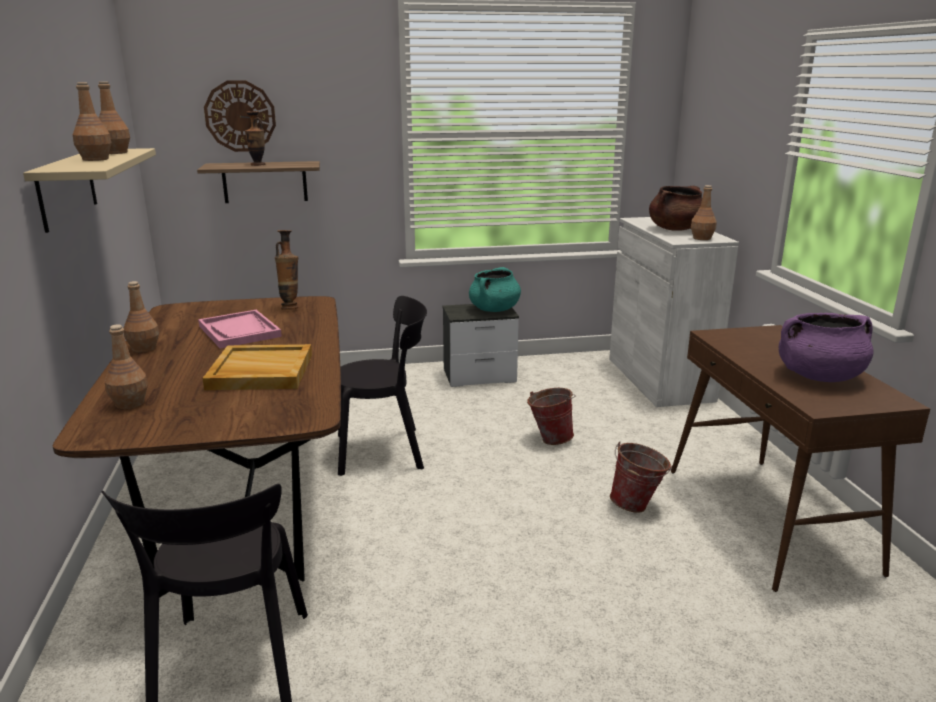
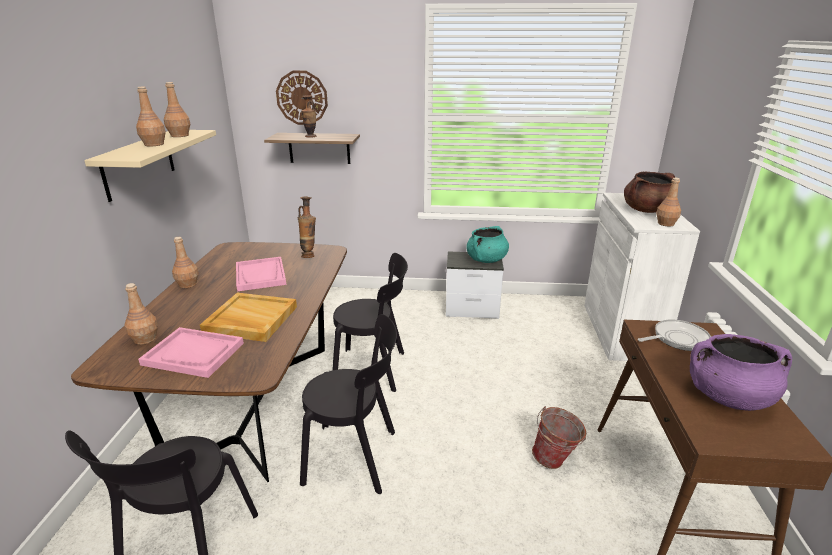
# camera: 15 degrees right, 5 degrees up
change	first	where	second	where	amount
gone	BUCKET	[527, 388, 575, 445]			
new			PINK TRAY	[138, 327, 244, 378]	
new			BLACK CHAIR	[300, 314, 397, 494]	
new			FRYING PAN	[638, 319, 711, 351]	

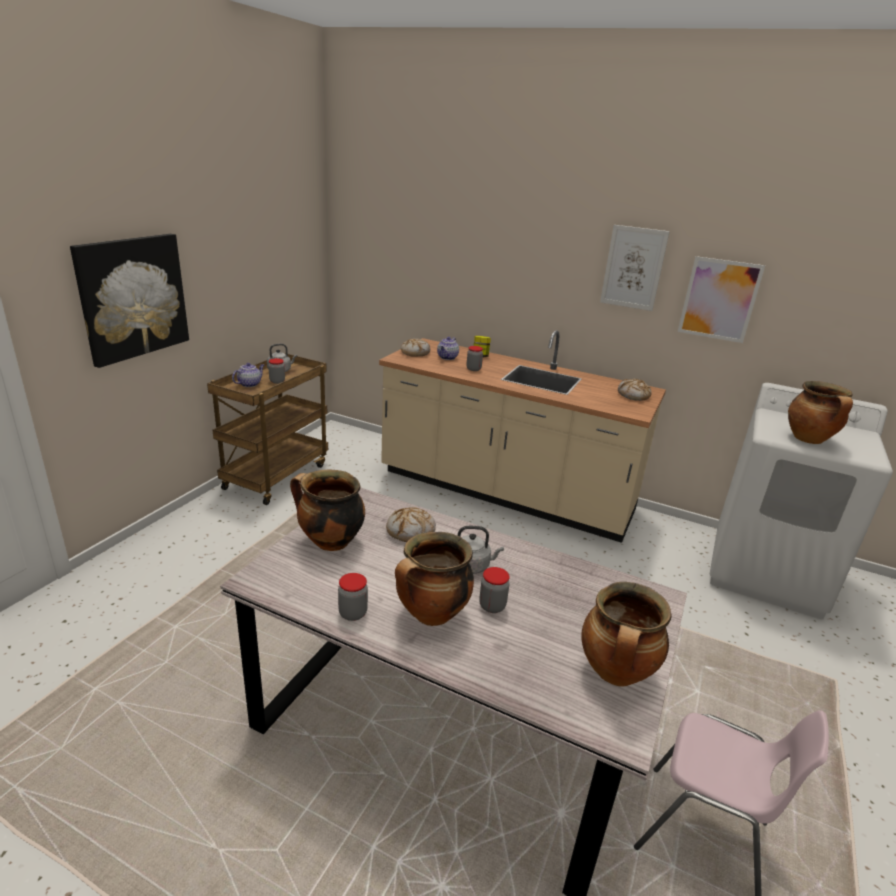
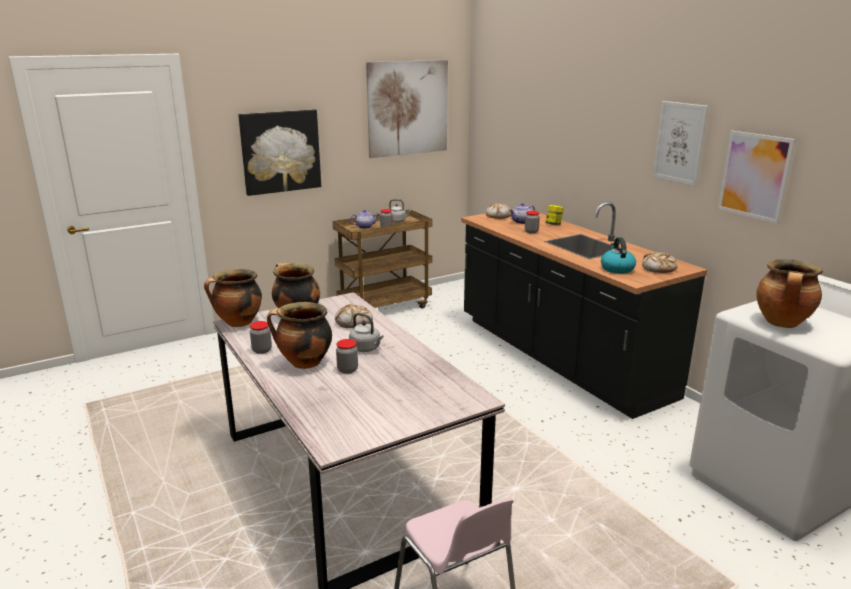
# camera: 35 degrees right, 5 degrees down
change	first	where	second	where	amount
new			PICTURE	[366, 60, 448, 158]	
new			KETTLE	[601, 237, 636, 274]	
shifted	COOKING POT	[581, 582, 671, 687]		[204, 269, 262, 327]	
repainted	BEIGE COUNTER	[379, 330, 666, 543]	BLACK COUNTER	[461, 202, 707, 419]	

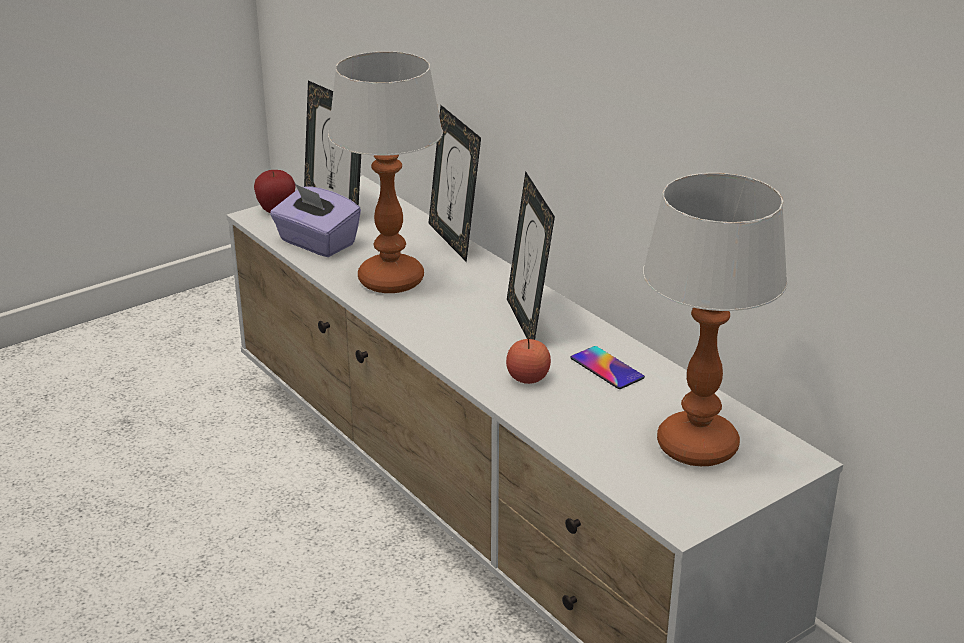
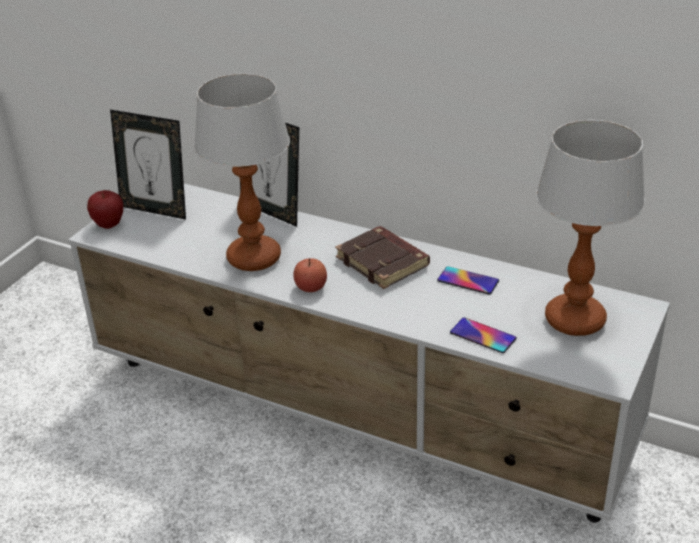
# camera: 25 degrees left, 5 degrees up
change	first	where	second	where	amount
gone	PURPLE TISSUE BOX	[270, 184, 361, 257]			
new			PHONE	[450, 317, 517, 353]	
shifted	APPLE	[506, 337, 551, 384]		[293, 258, 327, 292]	
swapped	PICTURE FRAME	[507, 171, 555, 340]	BROWN BOOK	[335, 226, 430, 289]	

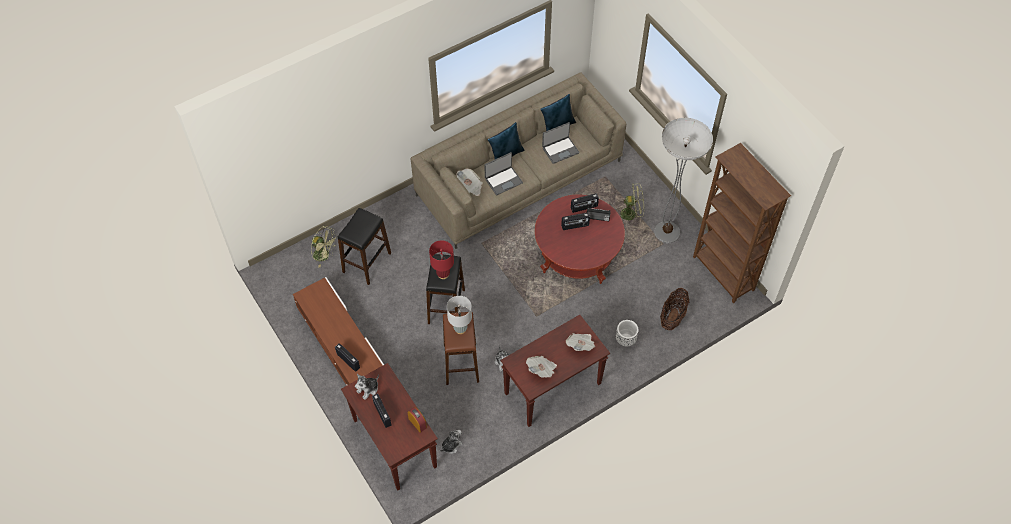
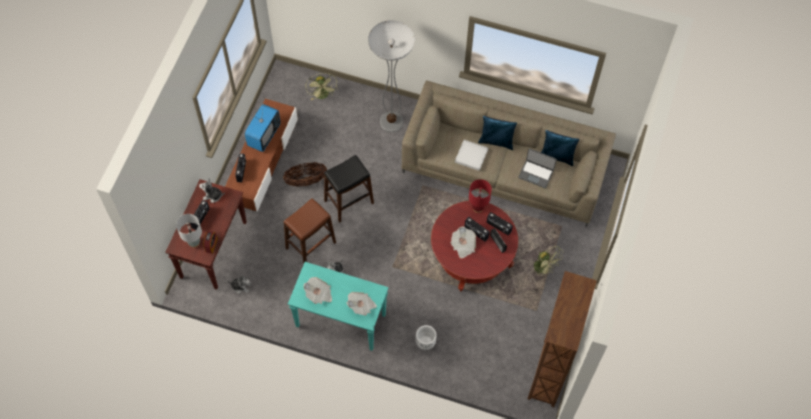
# camera: 50 degrees right, 5 degrees up
change	first	where	second	where	amount
gone	BLACK STOOL	[338, 208, 391, 285]			
new			TELEVISION	[245, 104, 281, 152]	
shifted	RED TABLE LAMP	[429, 240, 454, 279]		[469, 179, 492, 213]	
shifted	GREY TABLE LAMP	[447, 296, 472, 334]		[176, 214, 202, 247]	
shifted	NEWSPAPER	[456, 169, 483, 196]		[451, 226, 476, 259]	
shifted	FLOOR LAMP	[654, 118, 713, 243]		[368, 20, 415, 132]	
shifted	BASKET	[660, 288, 689, 330]		[283, 162, 327, 187]	
swapped	LAPTOP	[484, 152, 523, 195]	WHITE TRAY	[455, 140, 488, 171]	
repainted	BROWN CONSOLE TABLE	[501, 315, 610, 427]	TURQUOISE CONSOLE TABLE	[288, 262, 389, 351]	

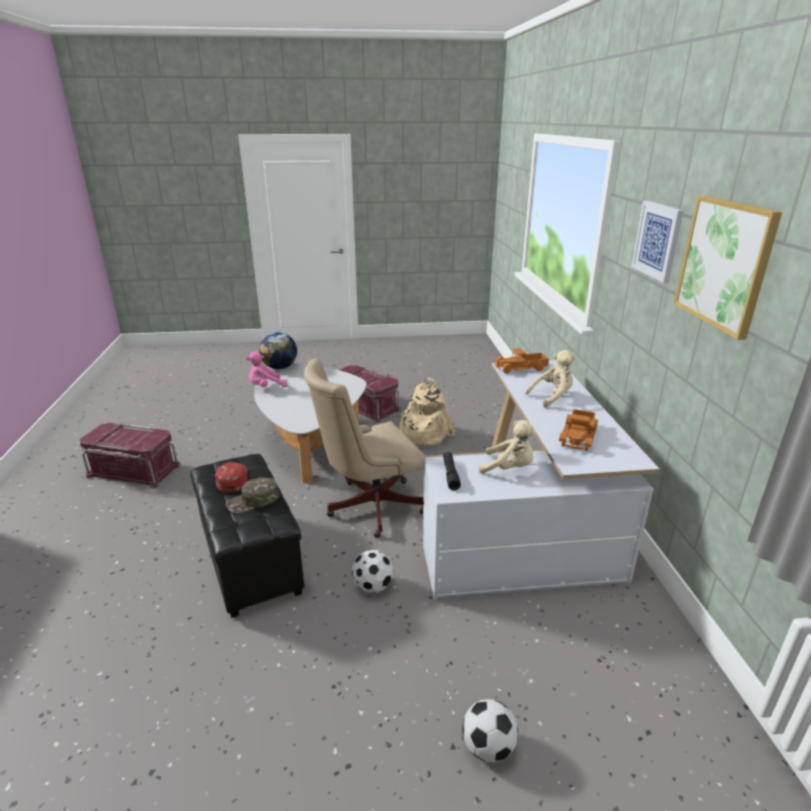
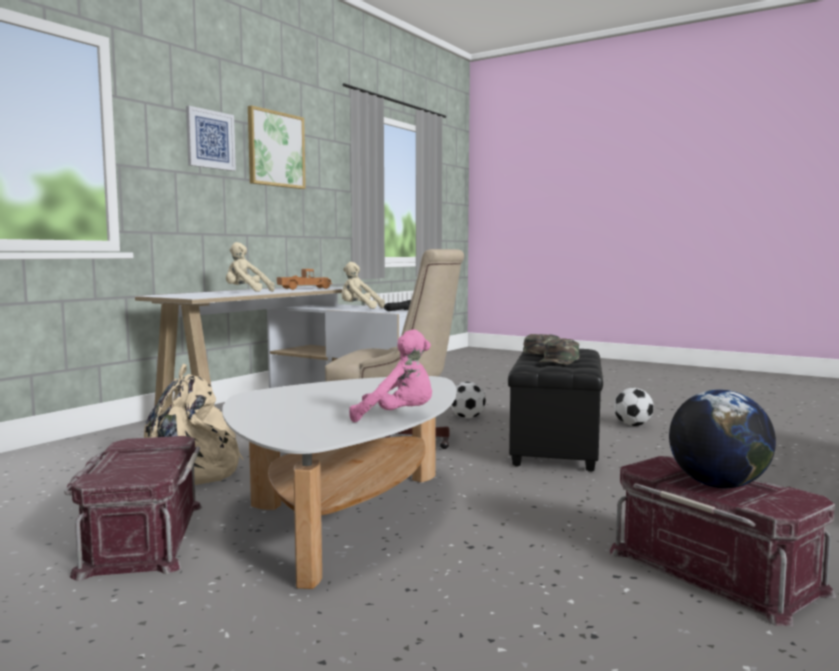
# camera: 140 degrees left, 20 degrees down
change	first	where	second	where	amount
gone	TOY TRUCK	[495, 348, 549, 374]			
shifted	GLOBE	[259, 332, 297, 370]		[669, 390, 776, 488]	
shifted	FOOTBALL	[462, 699, 518, 762]		[614, 388, 654, 426]	
repainted	RED CAP	[215, 462, 248, 493]	GREEN CAP	[539, 338, 580, 365]	
rotated	BEIGE PLUSH TOY	[479, 420, 536, 474]		[342, 262, 385, 309]	45 degrees counterclockwise

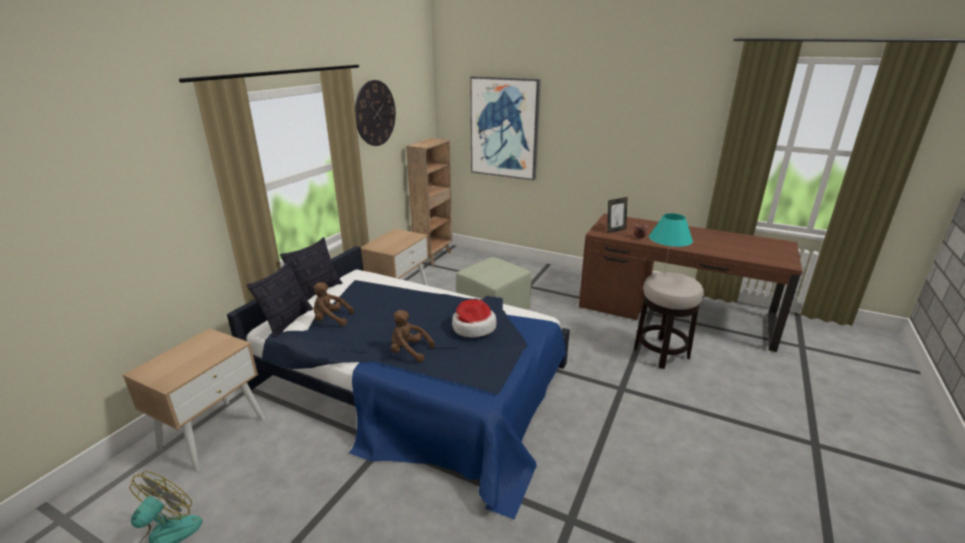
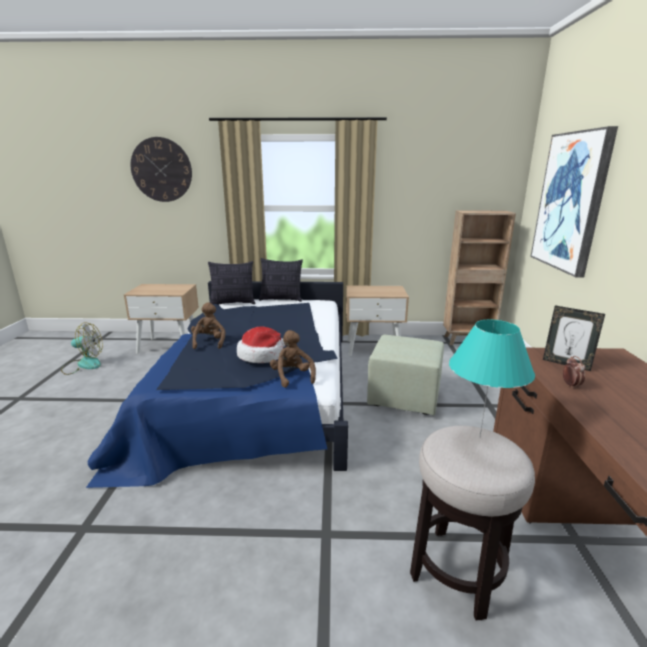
# camera: 65 degrees right, 5 degrees down
change	first	where	second	where	amount
shifted	BROWN PLUSH TOY	[312, 282, 354, 326]		[270, 330, 316, 388]	
shifted	WALL CLOCK	[355, 80, 396, 146]		[131, 137, 192, 202]	

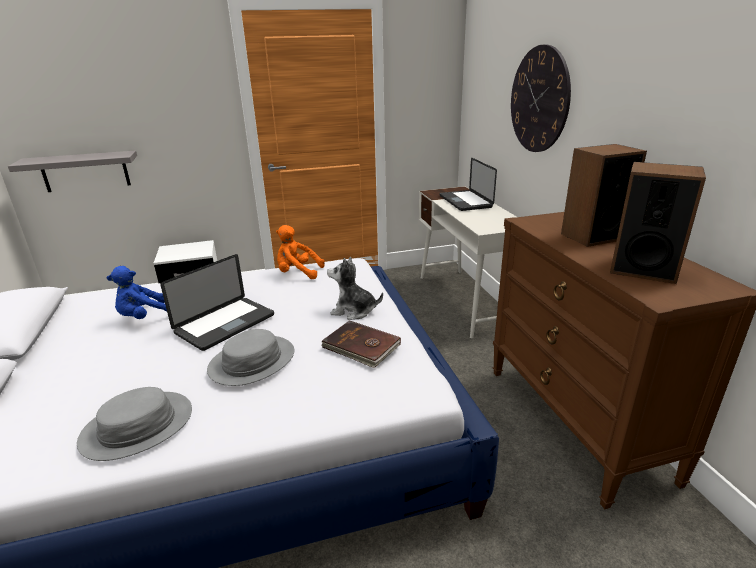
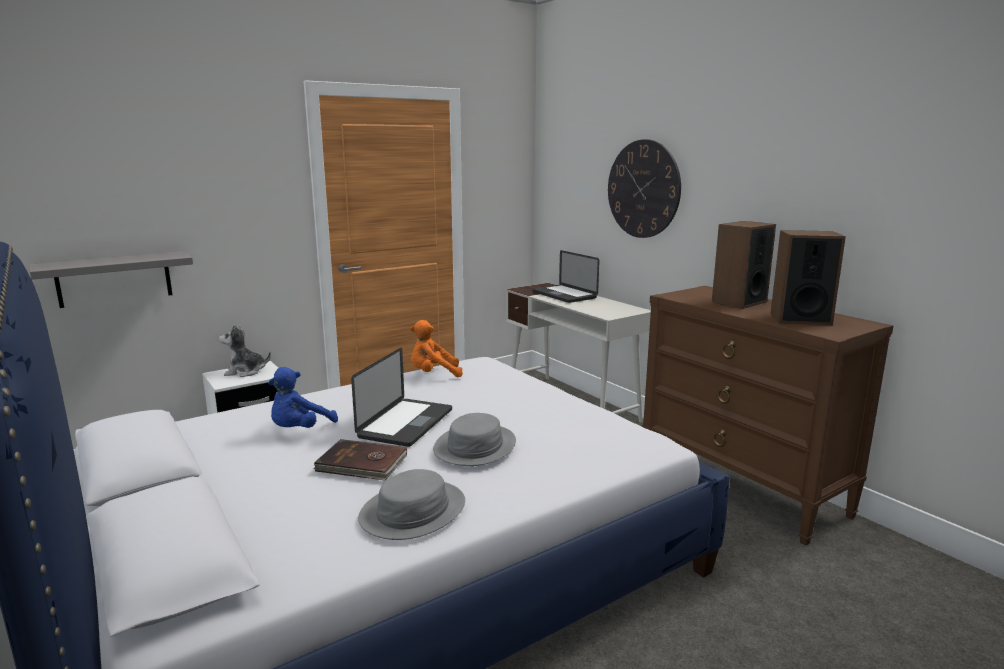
# camera: 20 degrees left, 10 degrees down
change	first	where	second	where	amount
shifted	BROWN BOOK	[321, 320, 401, 368]		[313, 439, 407, 481]	
shifted	PLUSH TOY	[327, 257, 383, 320]		[219, 325, 271, 377]	

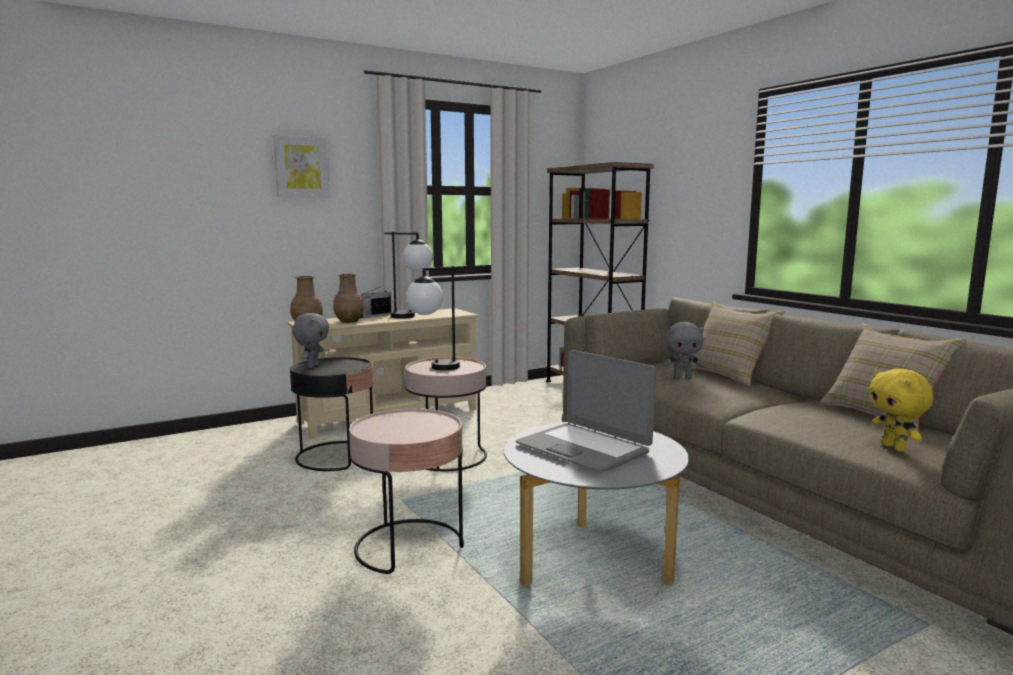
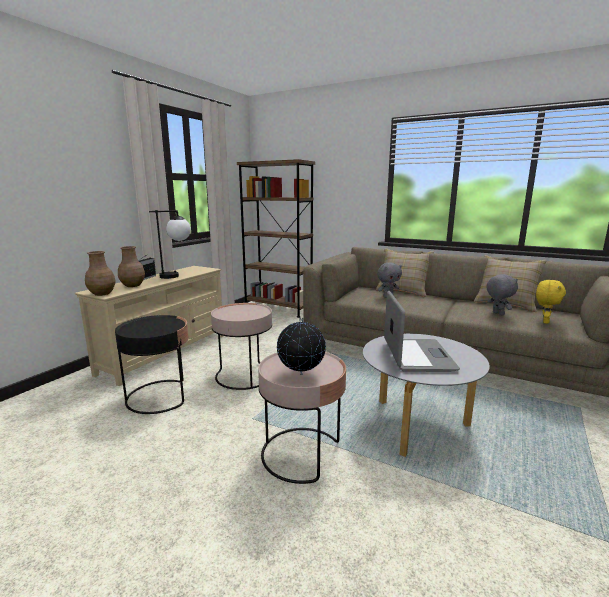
# camera: 30 degrees left, 5 degrees up
change	first	where	second	where	amount
gone	PICTURE	[274, 135, 330, 198]			
gone	TABLE LAMP	[406, 266, 463, 371]			
new			GLOBE	[277, 317, 326, 375]	
shifted	GREY PLUSH TOY	[292, 313, 329, 368]		[486, 274, 518, 316]	
rotated	LAPTOP	[516, 350, 656, 472]		[384, 291, 460, 372]	105 degrees counterclockwise
rotated	YELLOW PLUSH TOY	[869, 369, 934, 452]		[536, 280, 566, 324]	105 degrees counterclockwise

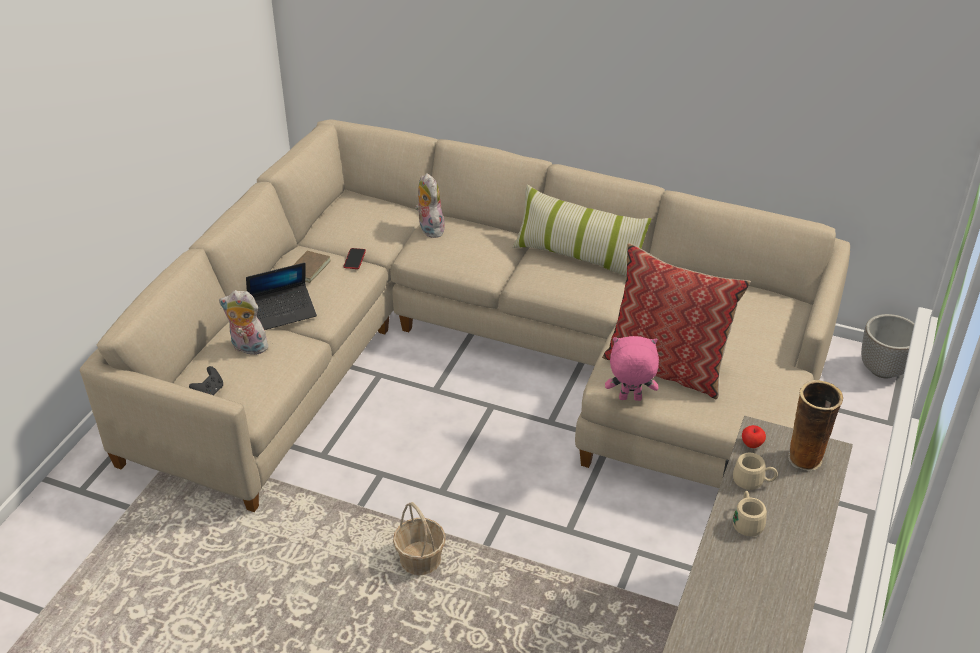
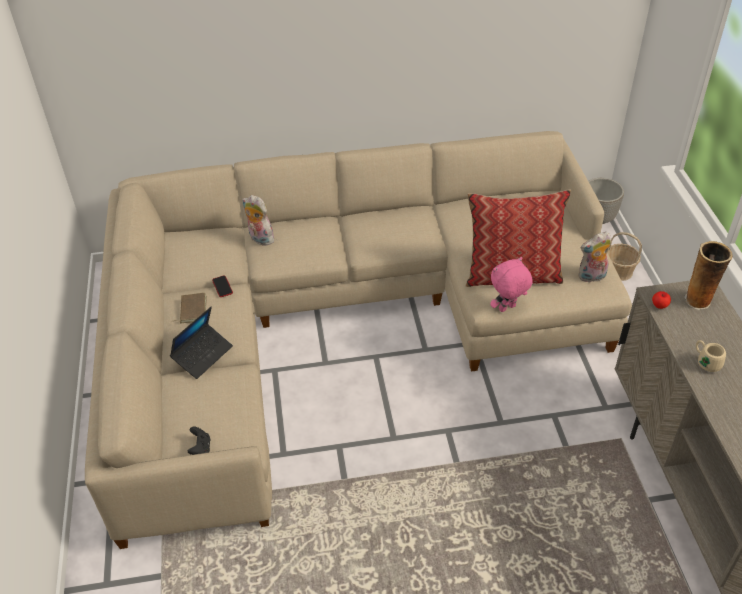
# camera: 30 degrees left, 5 degrees up
change	first	where	second	where	amount
gone	PILLOW	[513, 185, 652, 276]			
gone	BEIGE MUG	[733, 453, 778, 490]			
shifted	PLUSH TOY	[219, 290, 268, 355]		[578, 232, 611, 283]	
shifted	BASKET	[393, 502, 446, 575]		[607, 232, 642, 281]	

